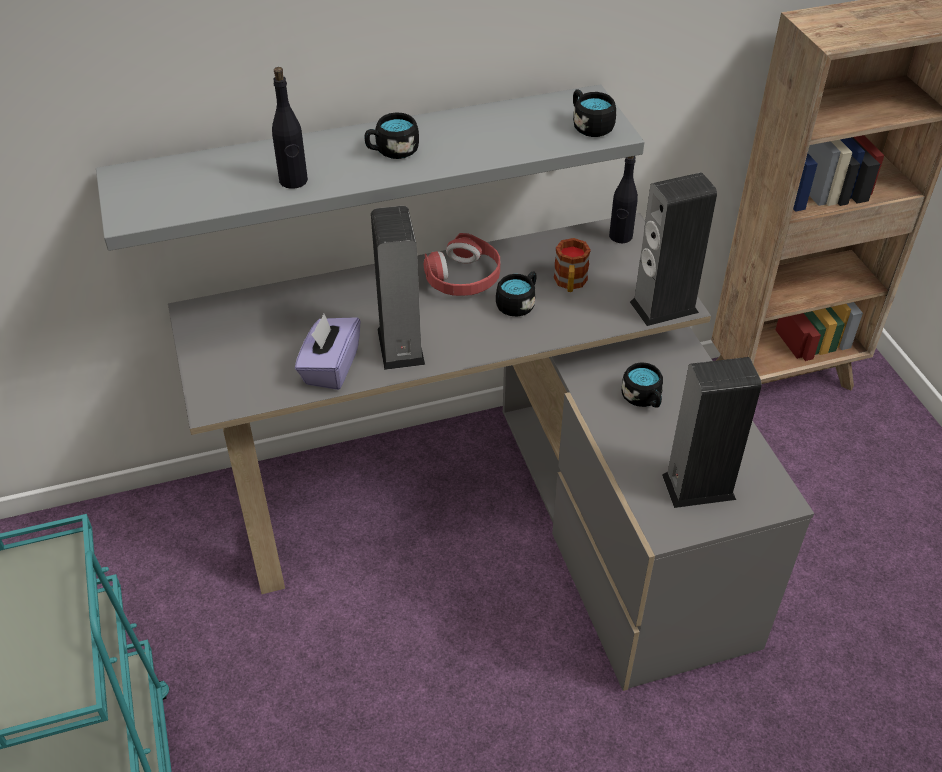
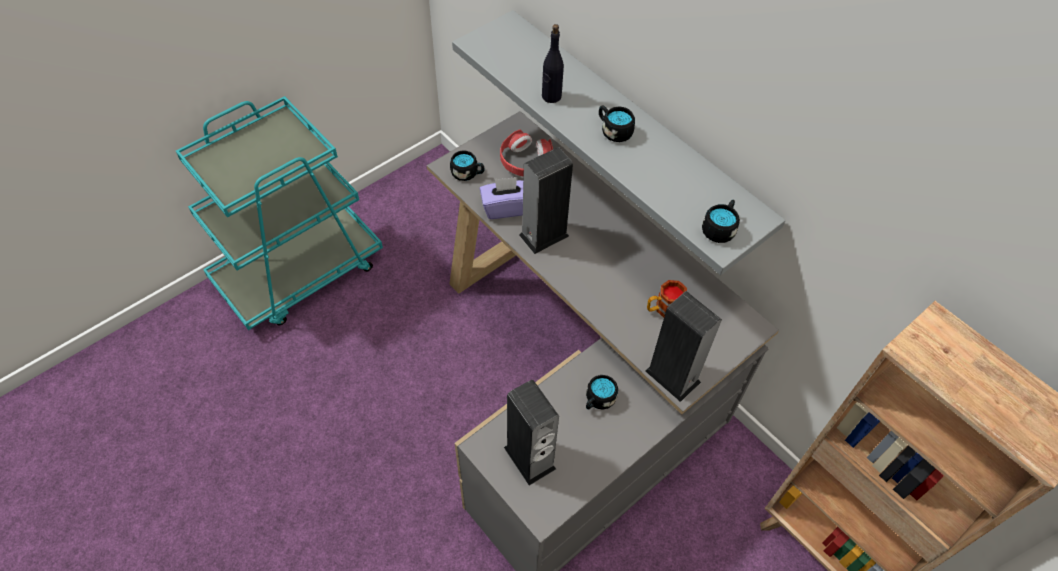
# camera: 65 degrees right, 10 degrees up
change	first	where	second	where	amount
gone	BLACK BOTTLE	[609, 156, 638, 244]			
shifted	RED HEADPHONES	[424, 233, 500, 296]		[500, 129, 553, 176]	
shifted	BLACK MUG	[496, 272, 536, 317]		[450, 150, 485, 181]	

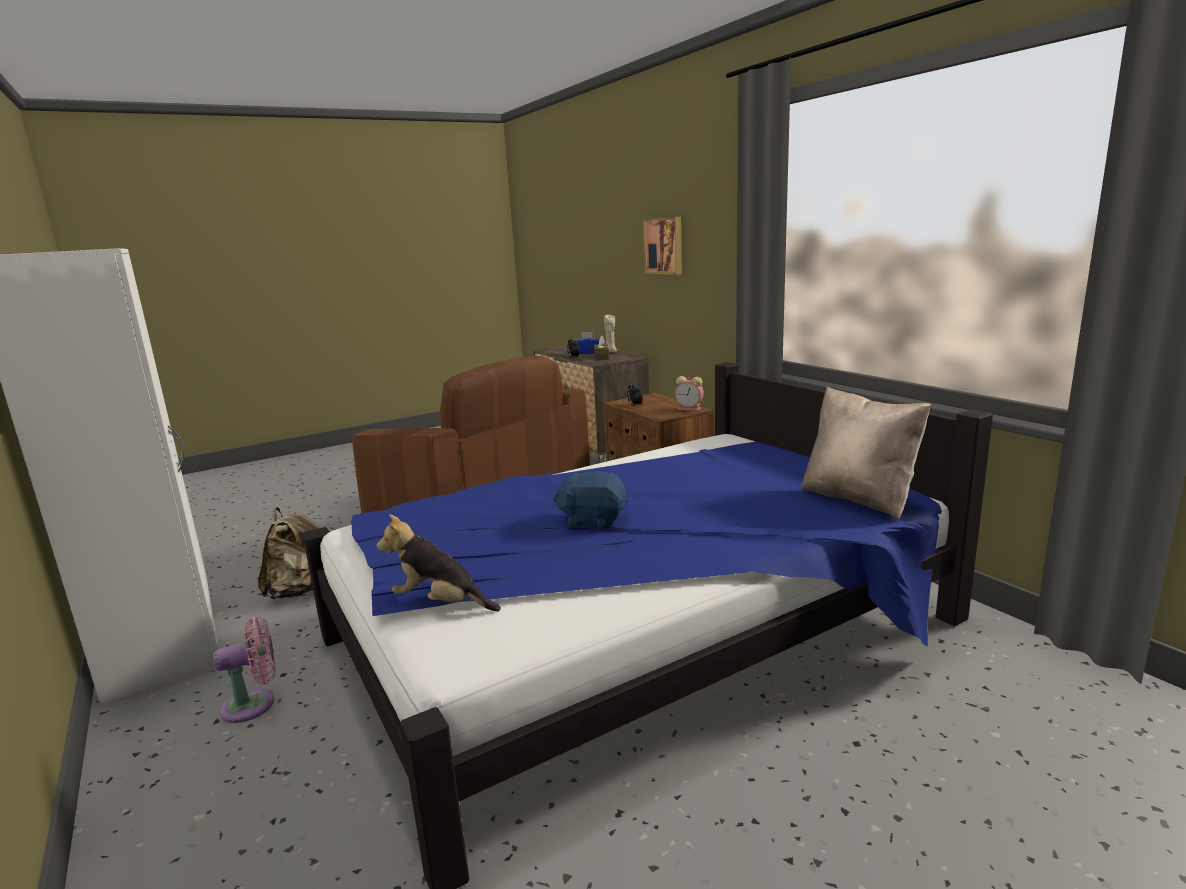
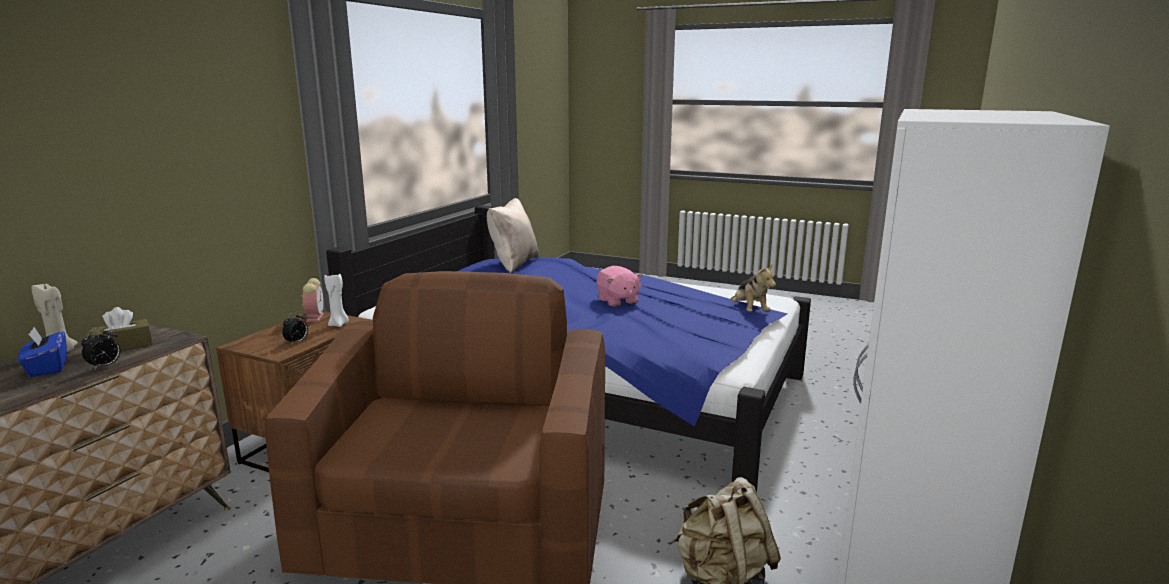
# camera: 125 degrees left, 0 degrees up
change	first	where	second	where	amount
gone	PINK FAN	[213, 617, 276, 723]			
gone	PICTURE	[643, 217, 682, 275]			
new			WHITE CANDLE	[324, 272, 349, 327]	
repainted	BLUE PLUSH TOY	[553, 471, 628, 529]	PINK PLUSH TOY	[596, 266, 643, 307]	

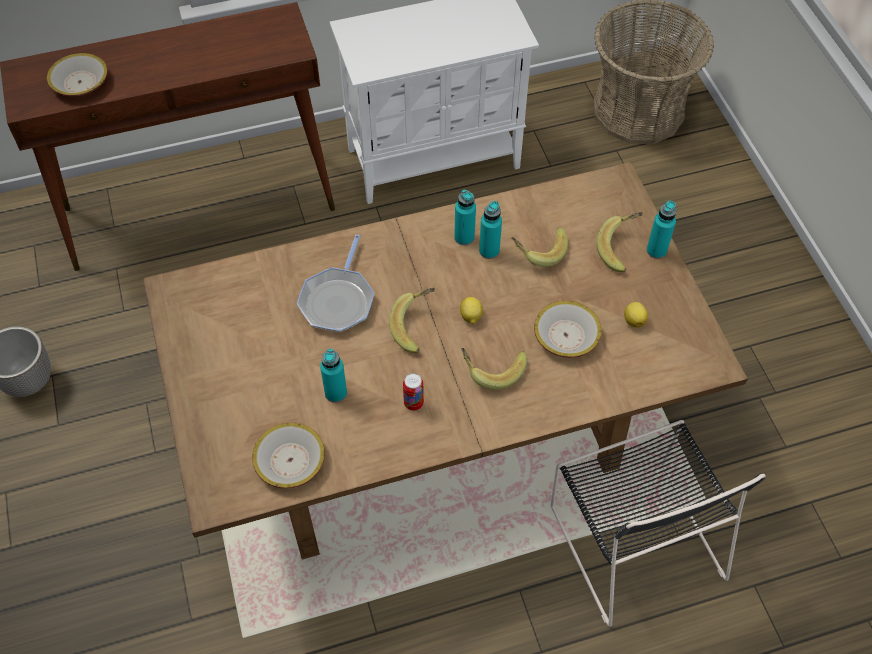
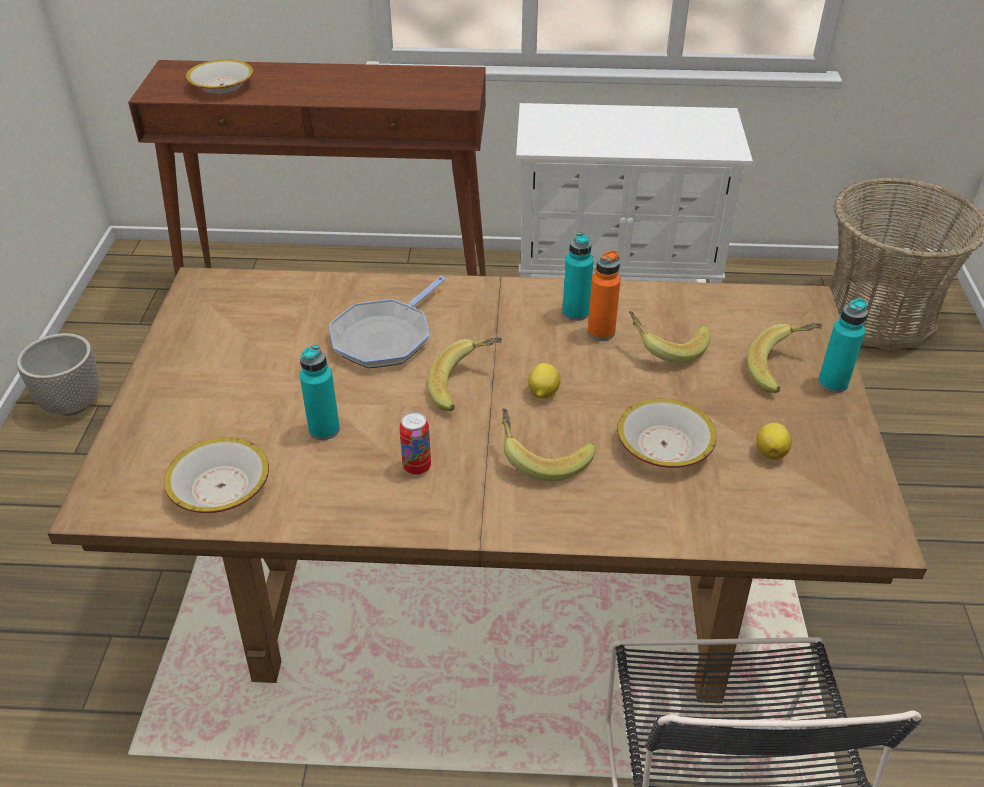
# camera: 20 degrees right, 15 degrees down
change	first	where	second	where	amount
repainted	TURQUOISE BOTTLE	[479, 201, 502, 259]	ORANGE BOTTLE	[588, 250, 621, 341]	

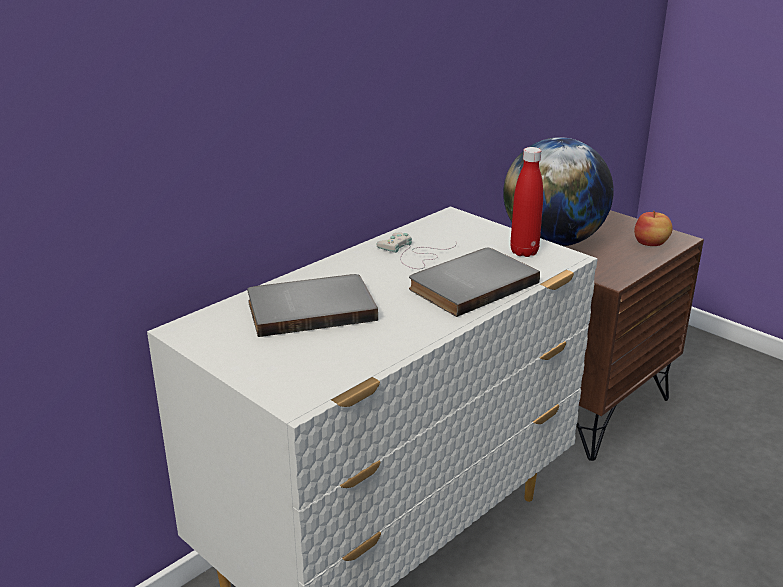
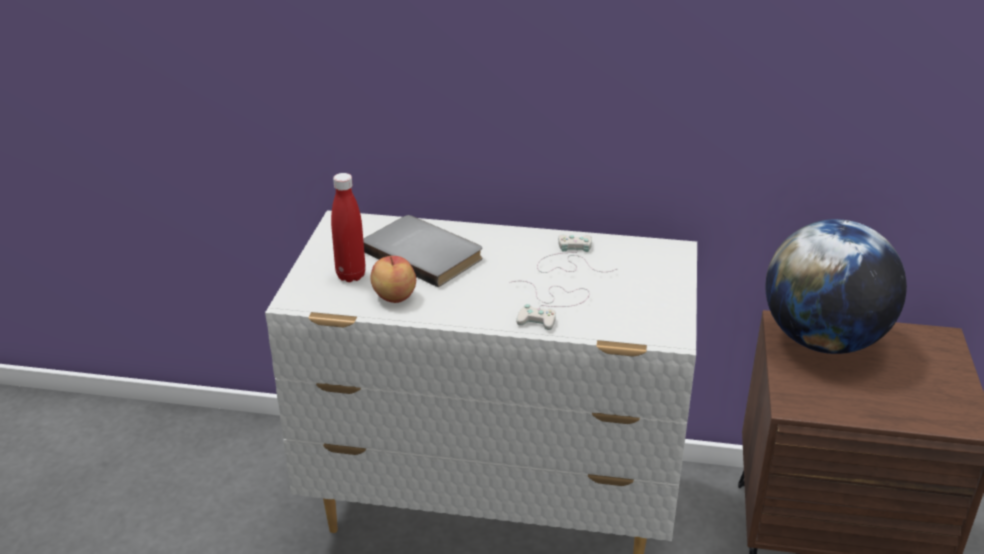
# camera: 55 degrees right, 5 degrees up
change	first	where	second	where	amount
shifted	RED BOTTLE	[510, 147, 543, 257]		[331, 173, 366, 282]	
shifted	APPLE	[634, 211, 673, 246]		[371, 256, 416, 303]	
swapped	GREY BOOK	[409, 248, 540, 317]	WHITE GAME CONTROLLER	[509, 281, 590, 330]	

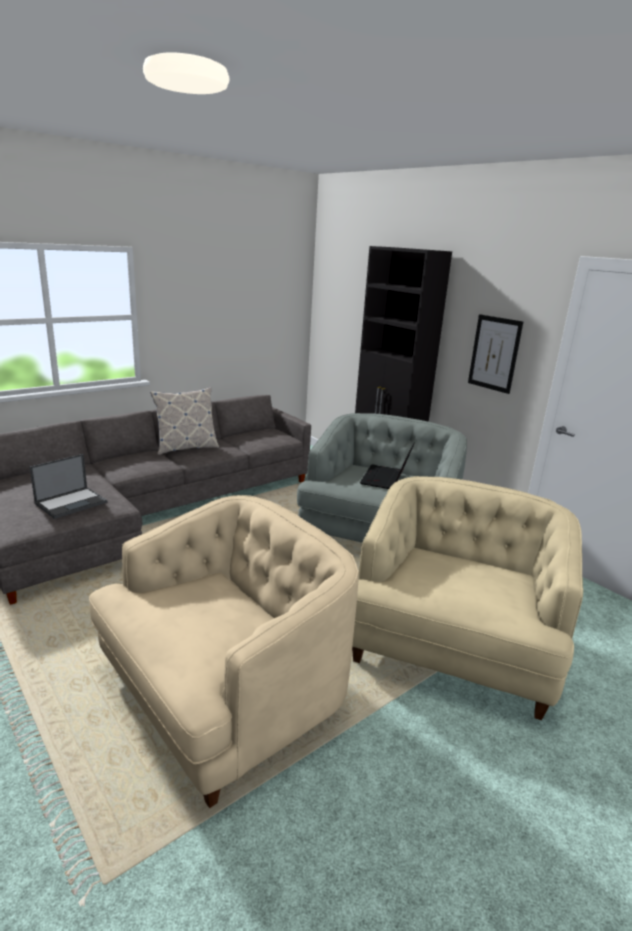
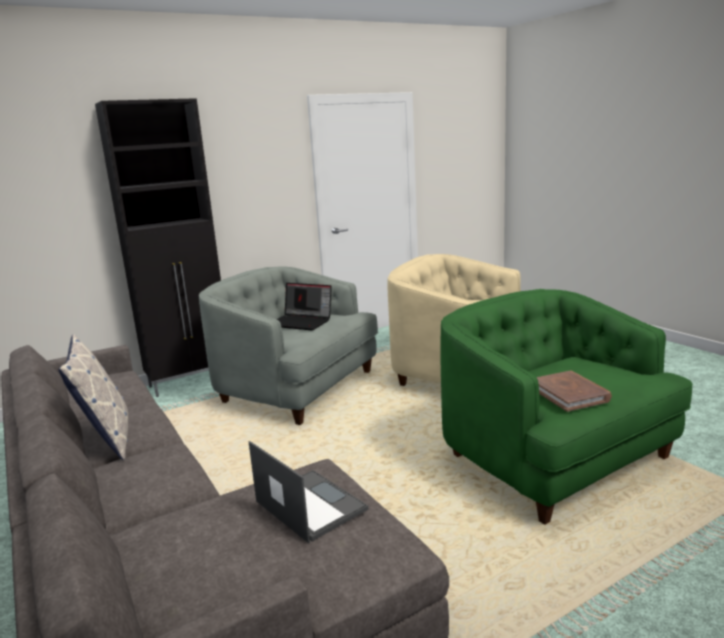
# camera: 80 degrees left, 5 degrees down
change	first	where	second	where	amount
gone	PICTURE	[468, 314, 523, 394]			
new			BROWN BOOK	[536, 371, 612, 412]	
repainted	BEIGE ARMCHAIR	[89, 495, 359, 808]	GREEN ARMCHAIR	[440, 289, 693, 525]	

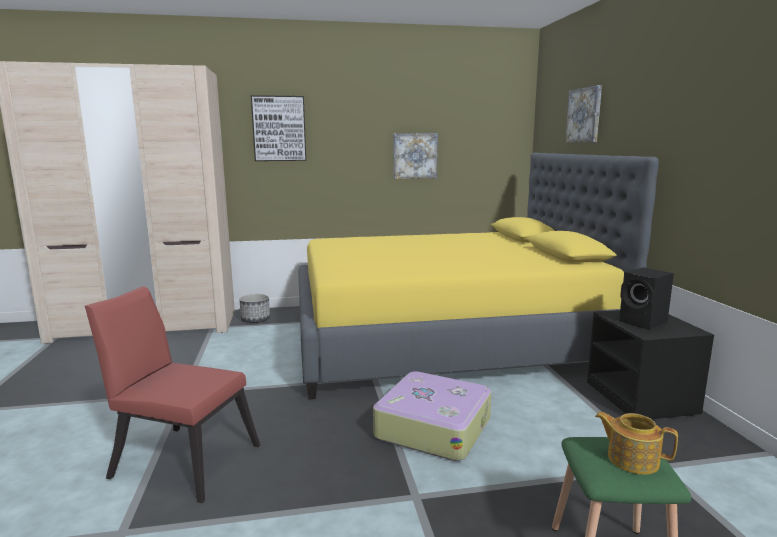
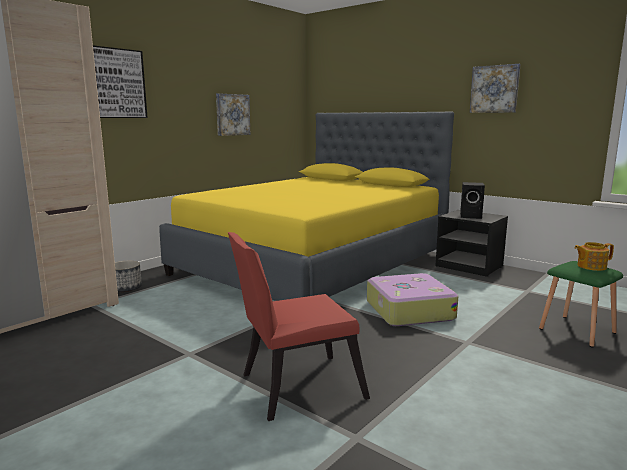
# camera: 40 degrees left, 0 degrees up
change	first	where	second	where	amount
shifted	PICTURE	[565, 85, 602, 142]		[470, 64, 521, 113]	

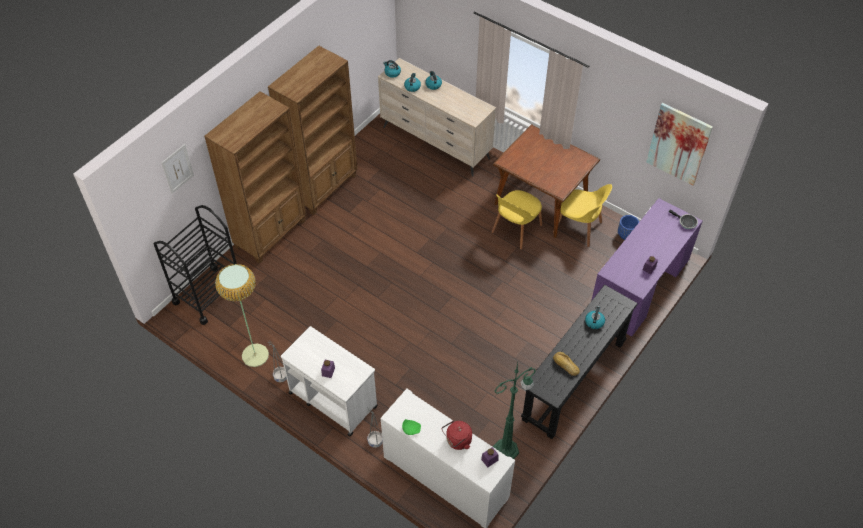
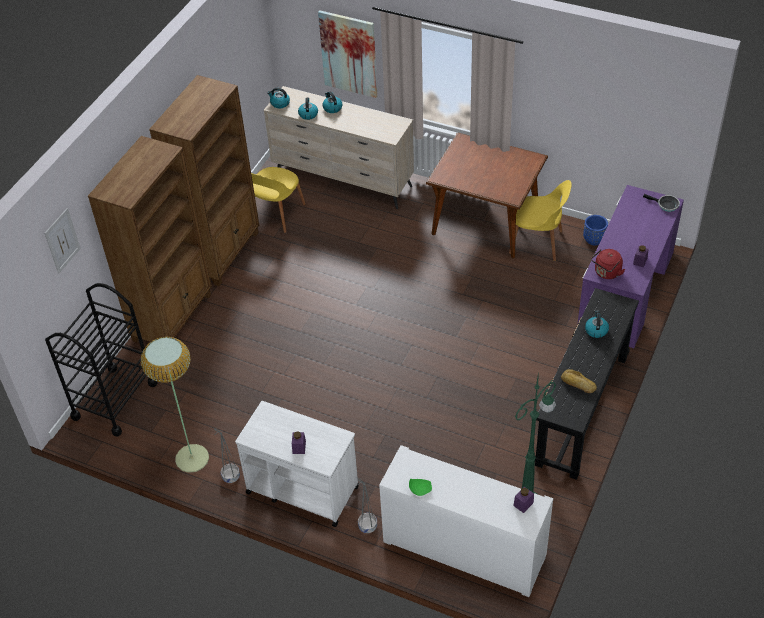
# camera: 10 degrees left, 5 degrees down
change	first	where	second	where	amount
shifted	RED KETTLE	[442, 420, 472, 450]		[591, 249, 625, 279]	
shifted	YELLOW CHAIR	[491, 190, 542, 250]		[251, 167, 306, 233]	
shifted	PICTURE	[646, 103, 713, 186]		[318, 10, 377, 98]	

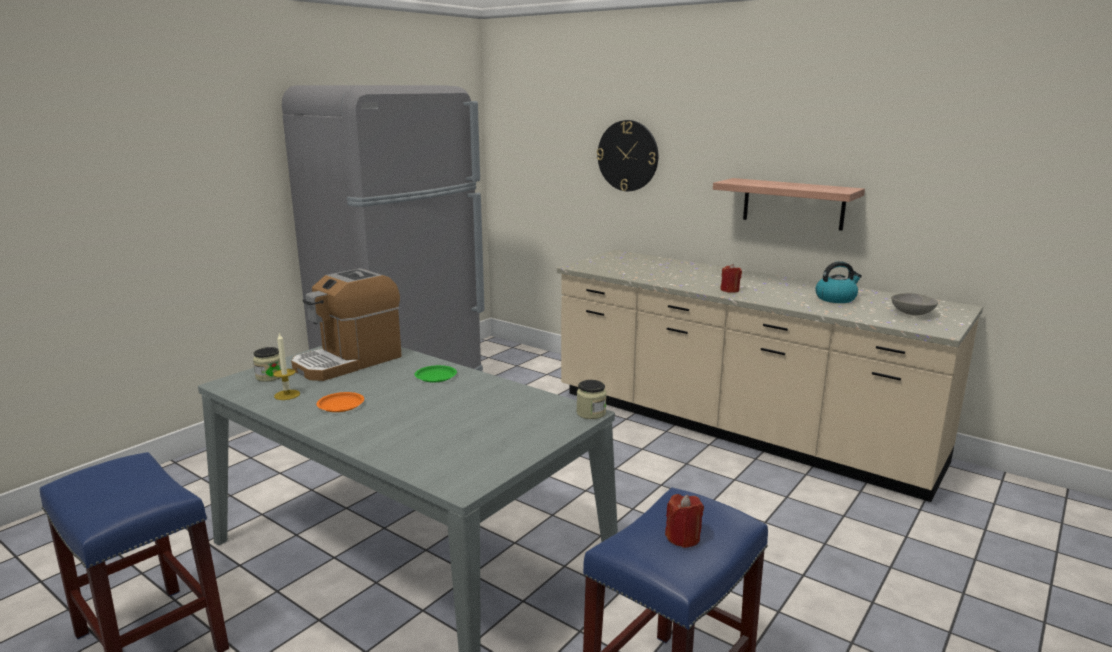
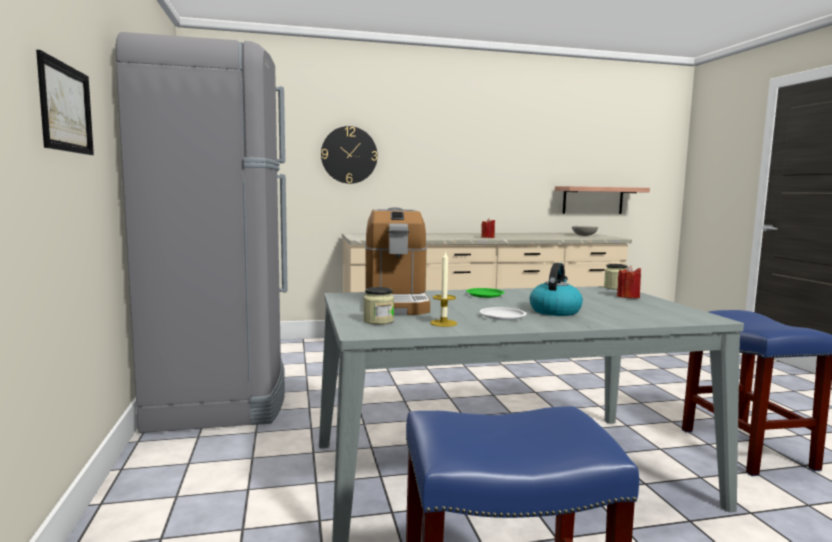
# camera: 50 degrees left, 10 degrees down
change	first	where	second	where	amount
new			PICTURE	[36, 50, 94, 155]	
shifted	RED CANDLE	[665, 494, 704, 548]		[617, 265, 641, 298]	
shifted	SHELF	[713, 178, 865, 231]		[555, 186, 650, 214]	
shifted	KETTLE	[815, 261, 862, 303]		[529, 263, 583, 316]	
repainted	ORANGE PLATE	[317, 392, 364, 412]	WHITE PLATE	[480, 307, 527, 320]	

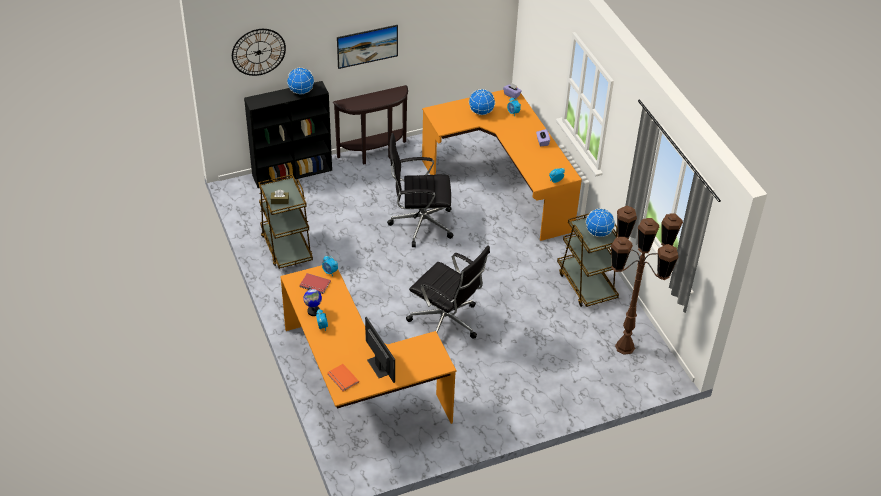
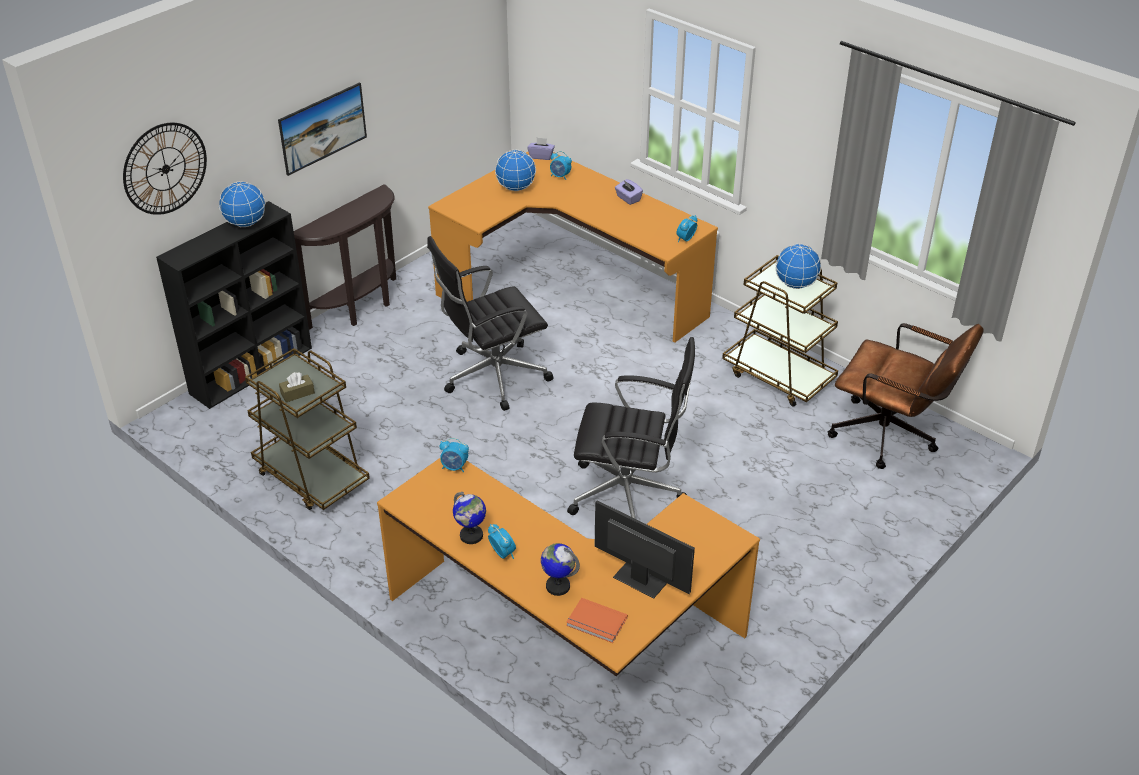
# camera: 25 degrees left, 5 degrees down
change	first	where	second	where	amount
gone	RED BOOK	[300, 273, 331, 294]			
new			GLOBE	[541, 543, 580, 596]	
swapped	BROWN FLOOR LAMP	[611, 206, 683, 355]	BROWN OFFICE CHAIR	[827, 323, 984, 469]	

